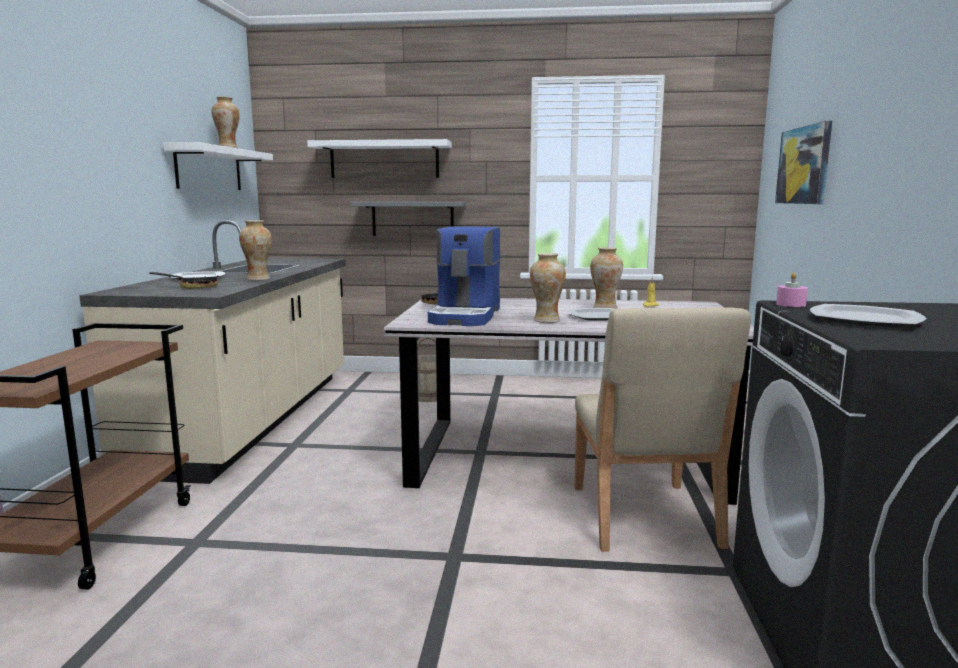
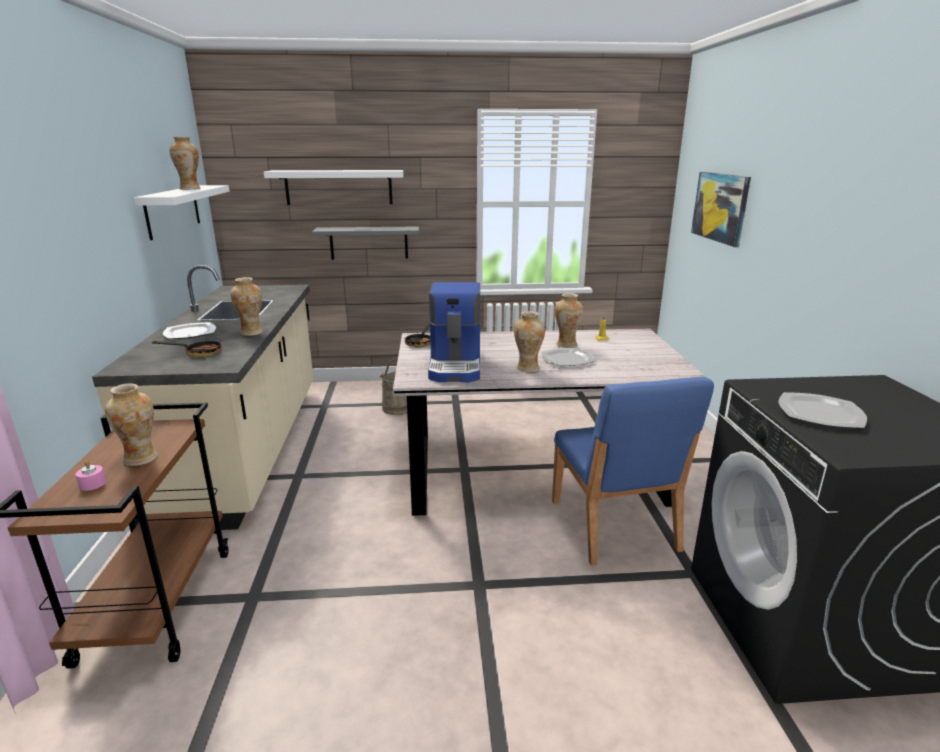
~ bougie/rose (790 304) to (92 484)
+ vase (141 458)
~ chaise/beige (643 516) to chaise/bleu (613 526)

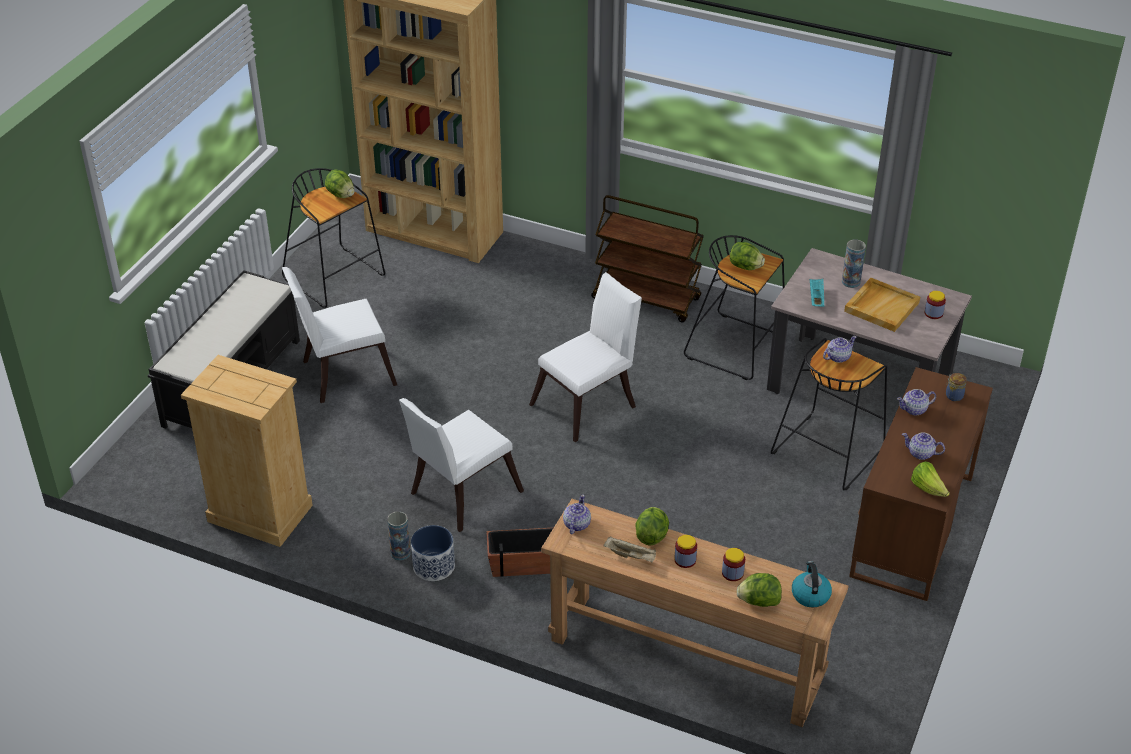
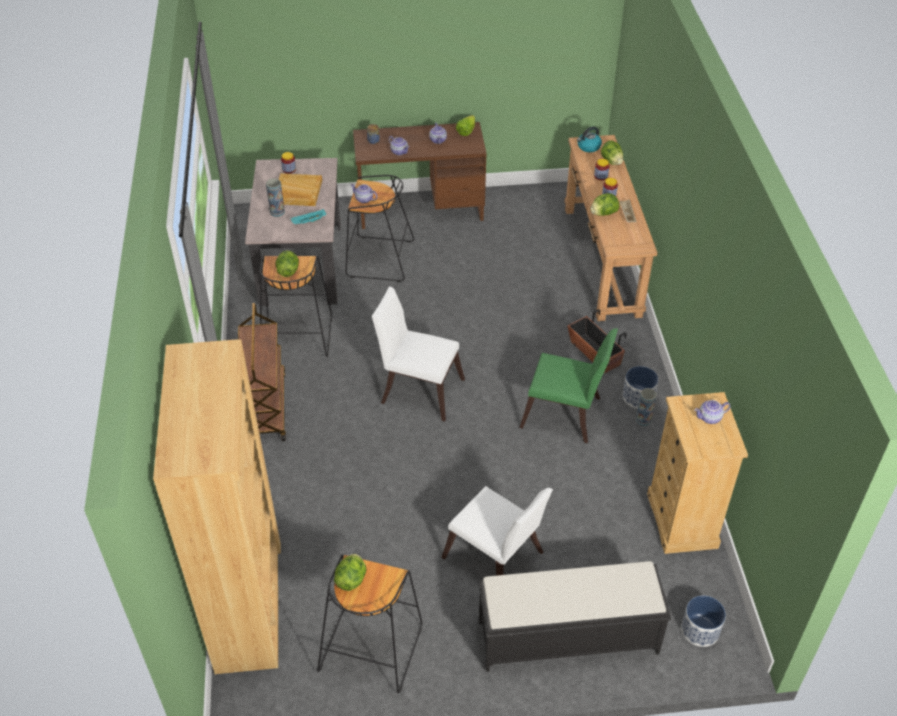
~ chaise/blanc (460 495) to chaise/vert (565 415)
+ cache-pot (700 630)
~ théière (576 524) to (710 418)

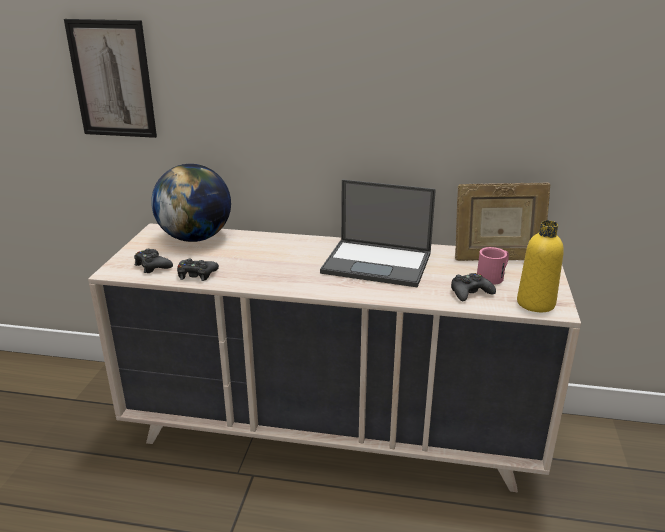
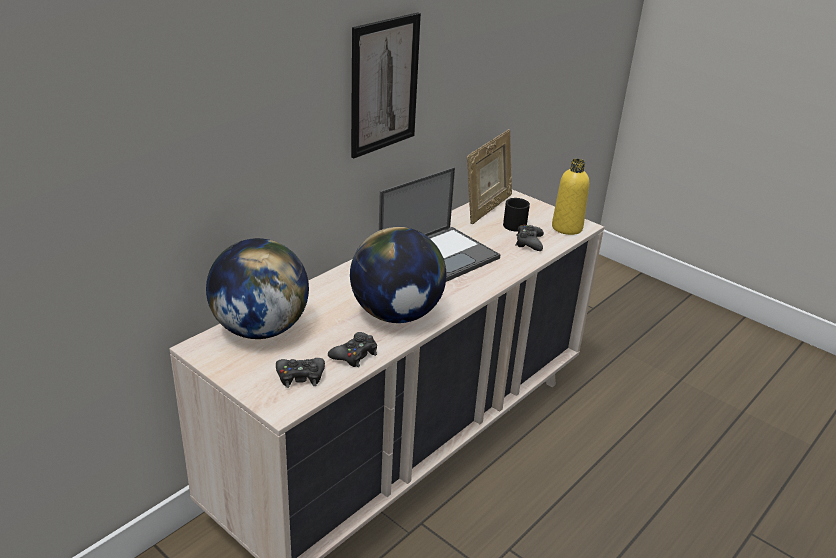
+ globe (396 314)
~ tableau (112 79) to (384 85)
~ mug/rose (493 276) to mug/noir (513 223)

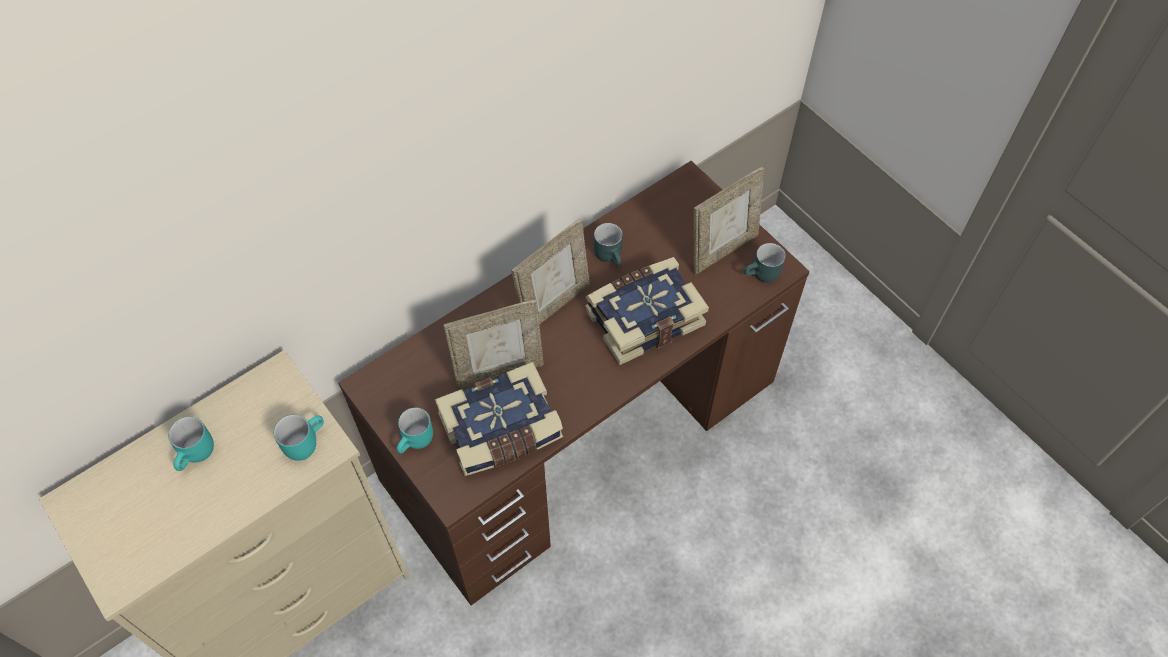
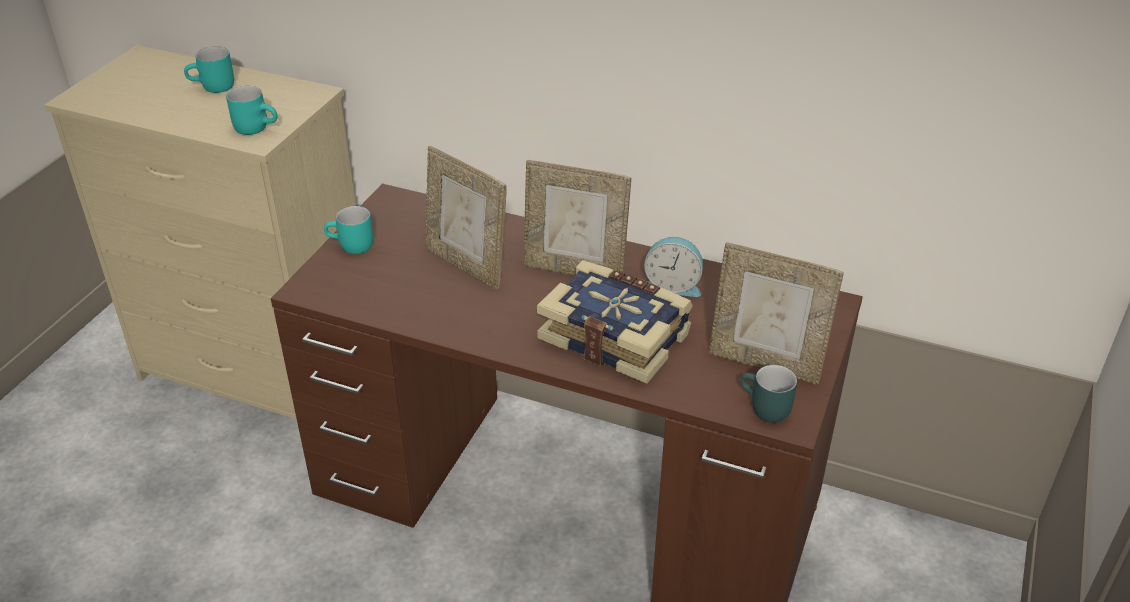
~ mug/turquoise (611 255) to réveil (672 285)
- livre (502 431)

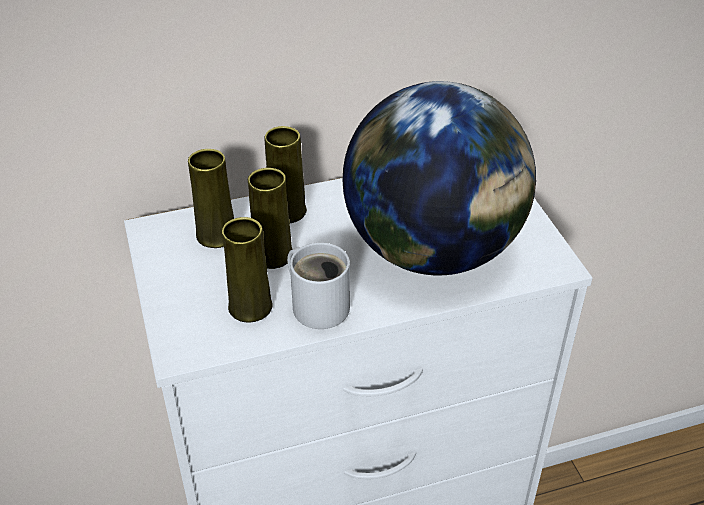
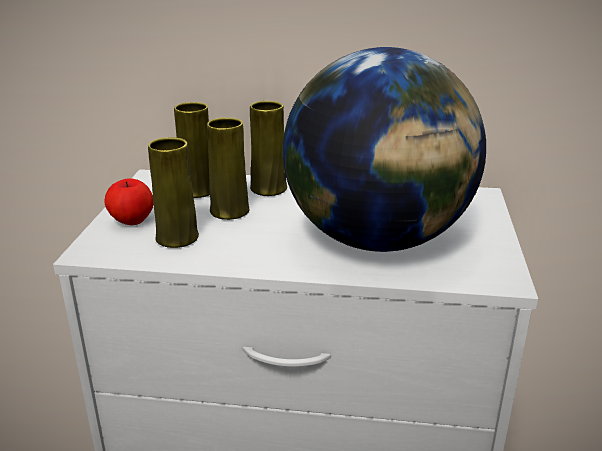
+ pomme (132 221)
- mug/blanc (319 304)

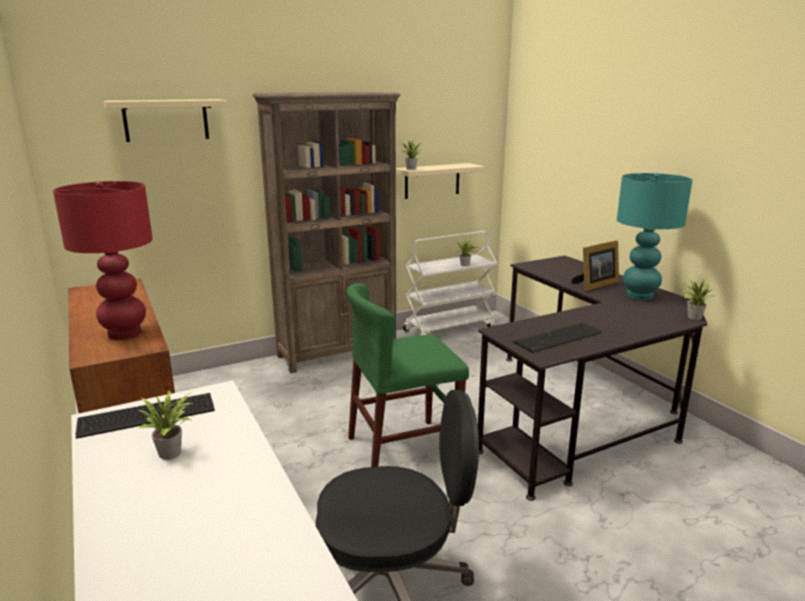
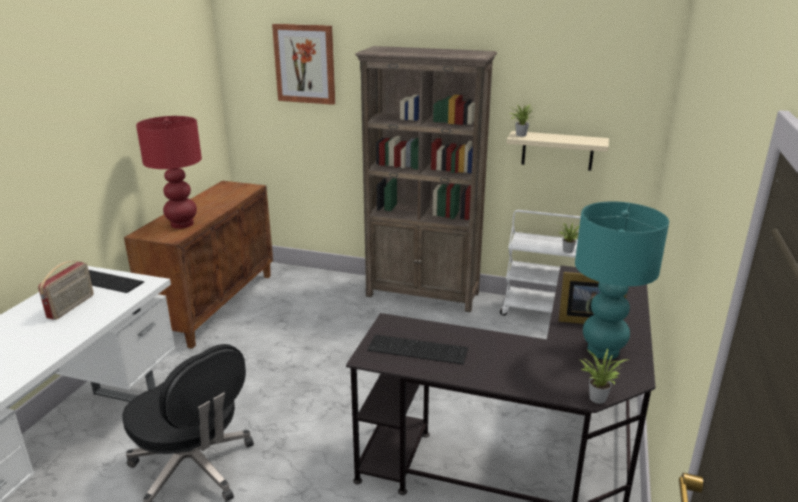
~ plante en pot (173 452) to radio (71 306)
~ étagère/beige (166 120) to tableau (305 64)
- chaise/vert (403 449)

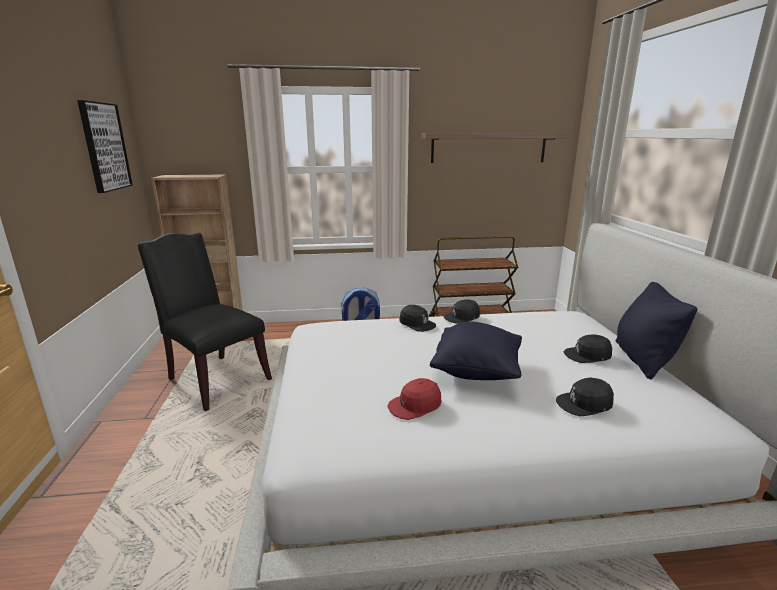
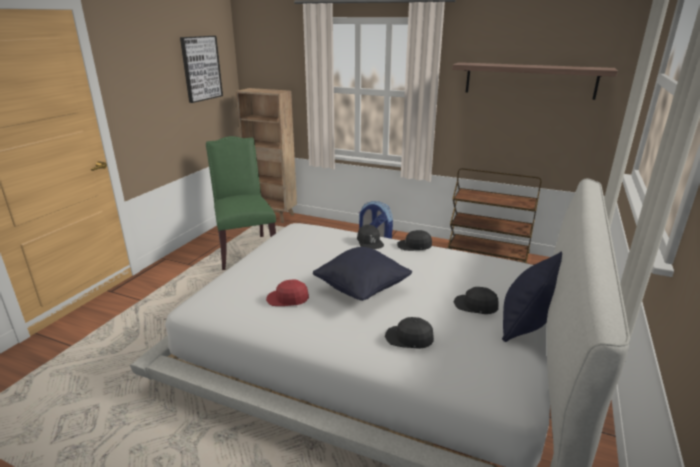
~ chaise/noir (214 379) to chaise/vert (245 250)

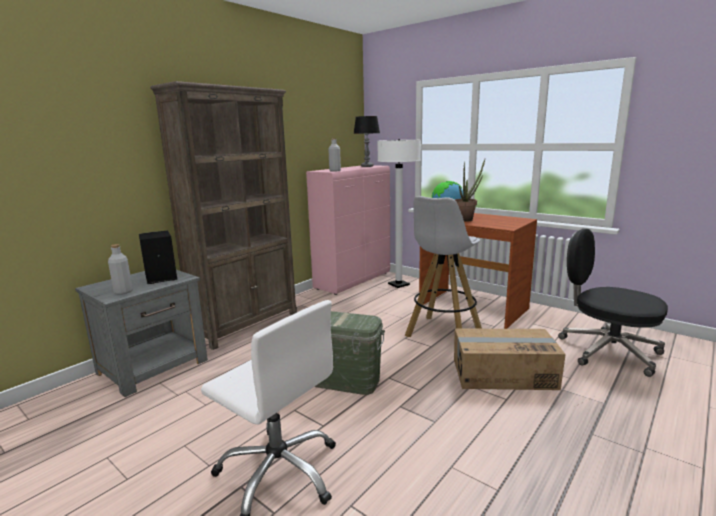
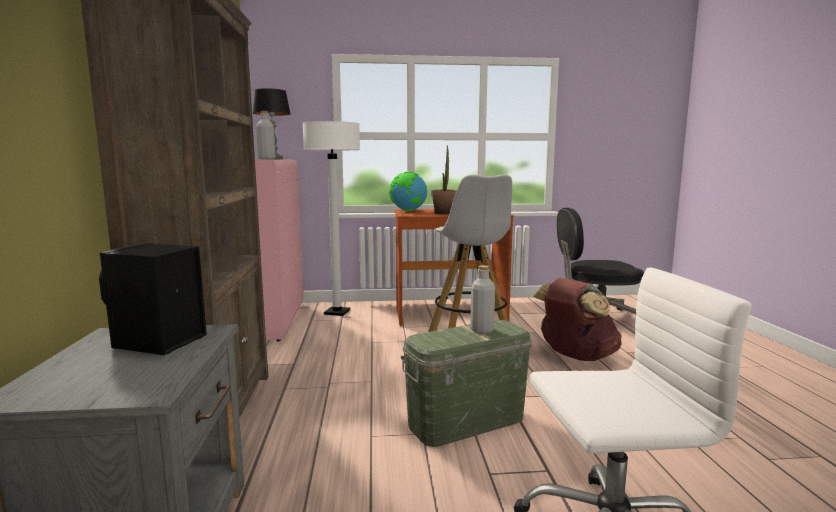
~ bouteille/gris (123 292) to (482 330)
~ carton (503 374) to sac à dos/marron (575 356)

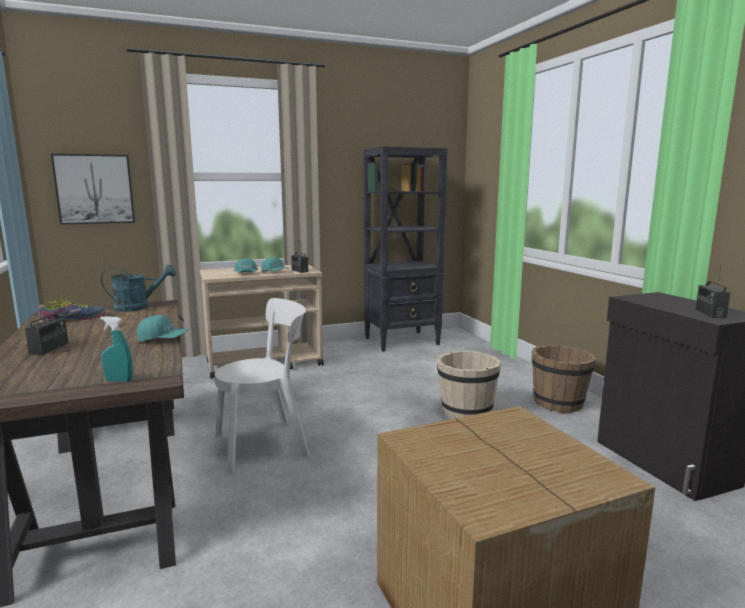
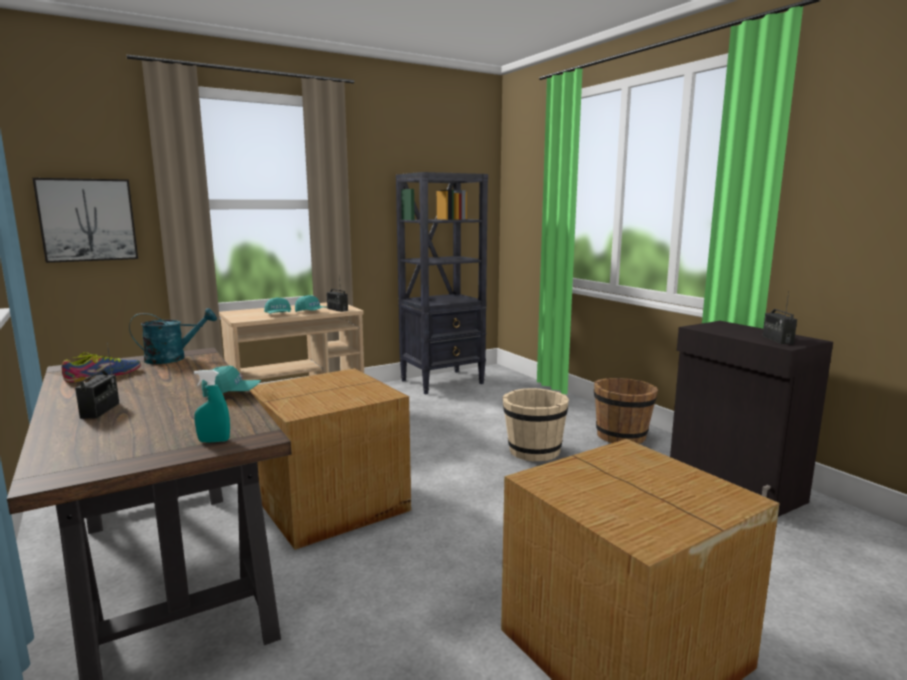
~ chaise/blanc (266 444) to carton (333 503)

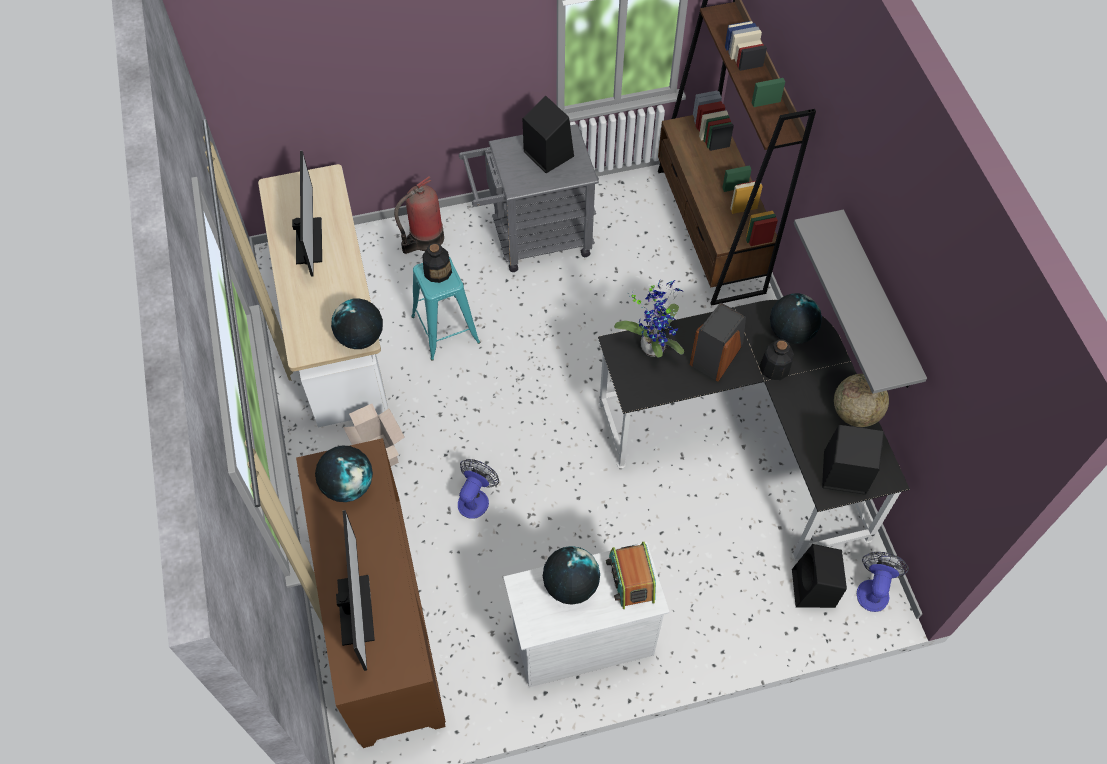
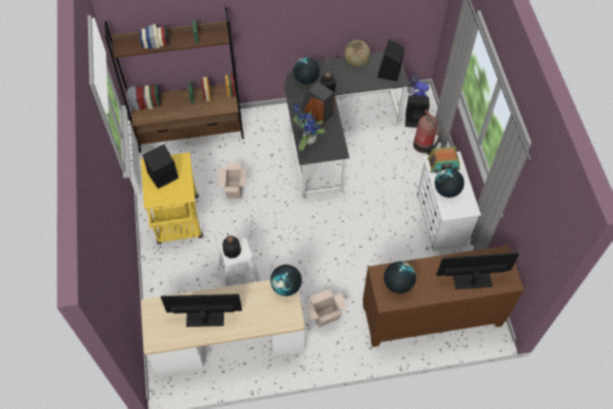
~ chariot/gris (532 239) to chariot/jaune (179 224)
+ carton (234 189)
~ tabouret/turquoise (445 329) to tabouret/blanc (239 277)
~ extincteur (425 239) to (424 146)
- ventilateur (475 498)
- étagère/gris (878 302)

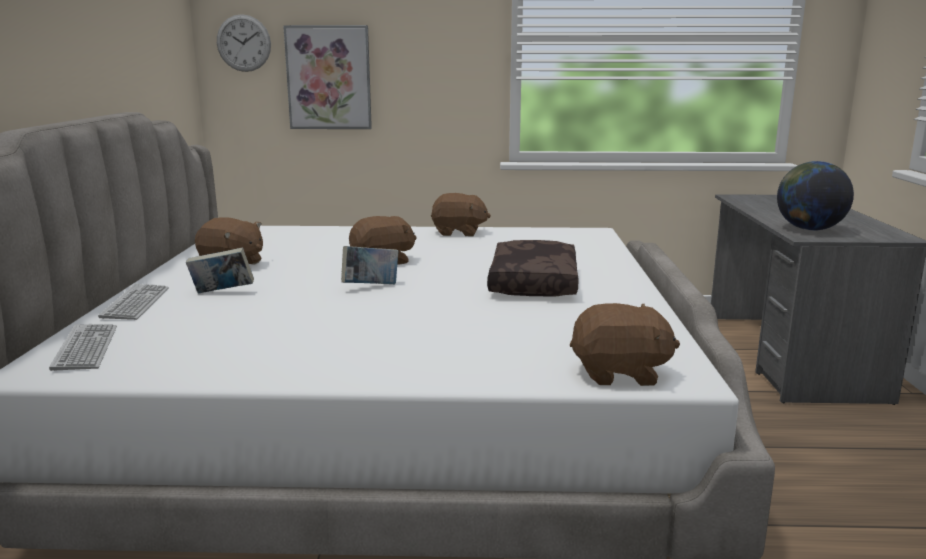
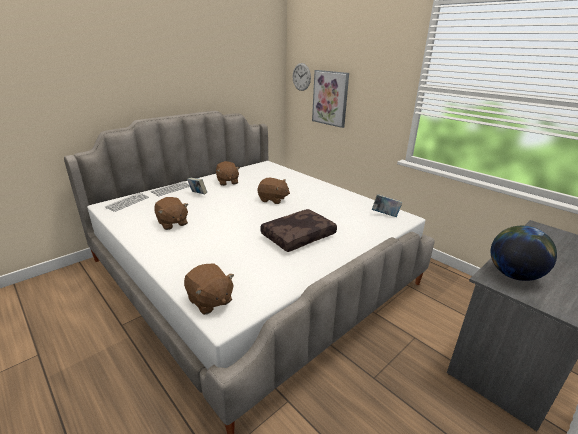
~ peluche/marron (459 233) to (172 223)
~ livre (370 287) to (385 215)

